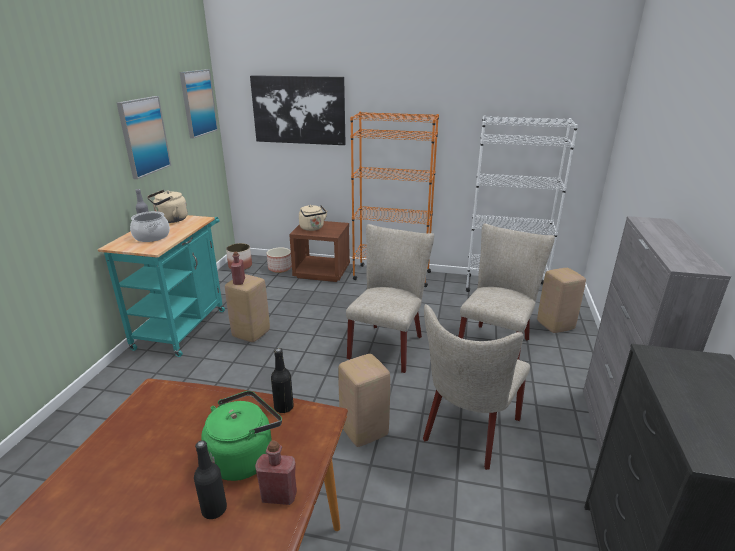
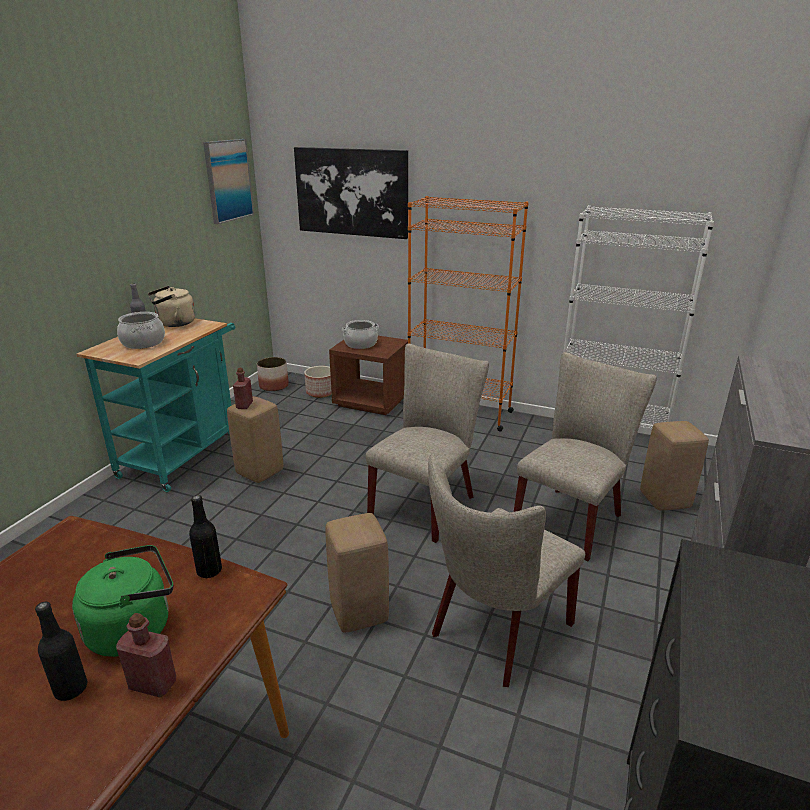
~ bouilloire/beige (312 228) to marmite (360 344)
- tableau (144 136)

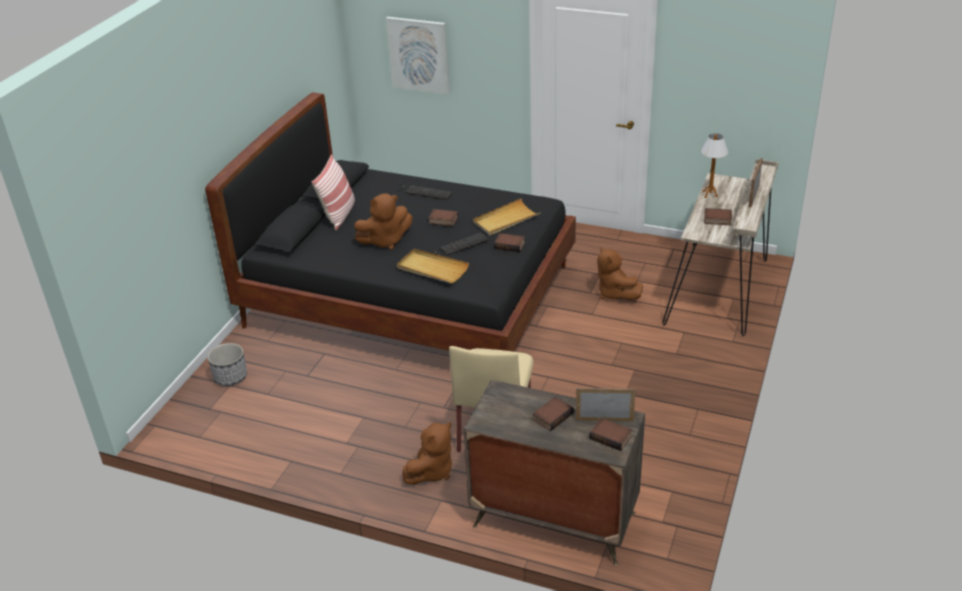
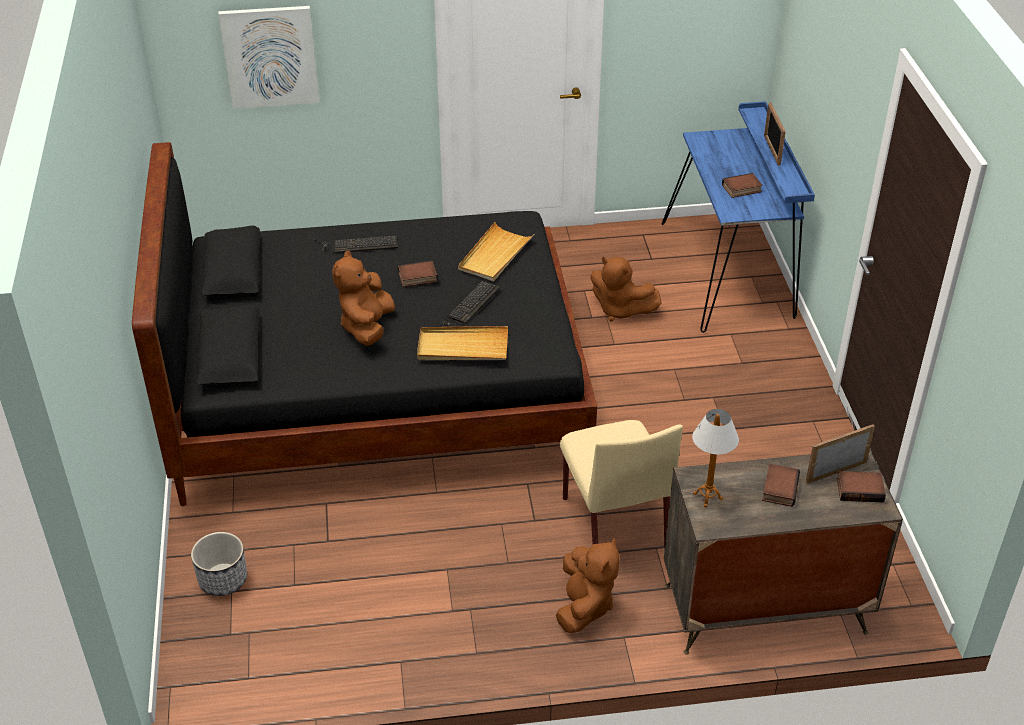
~ peluche/marron (385 241) = (367 327) 150 degrees clockwise
~ bureau/beige (720 290) to bureau/bleu (730 271)
~ lampe de table (710 194) to (708 496)
- coussin (339 215)
- livre (510 245)

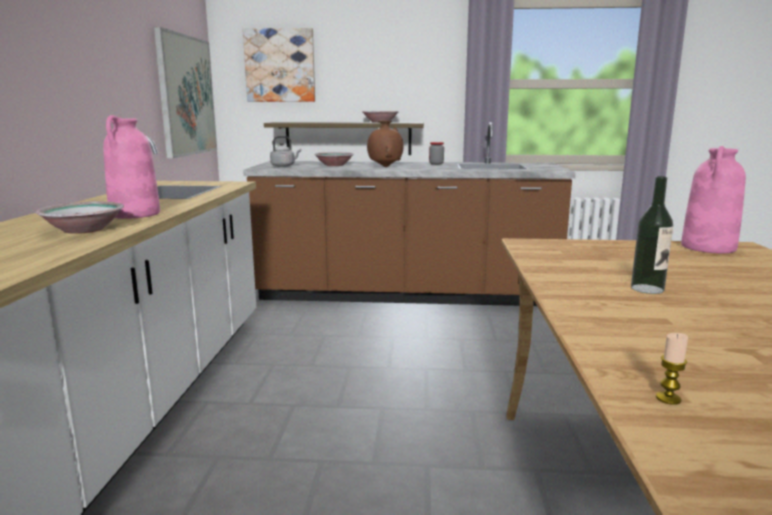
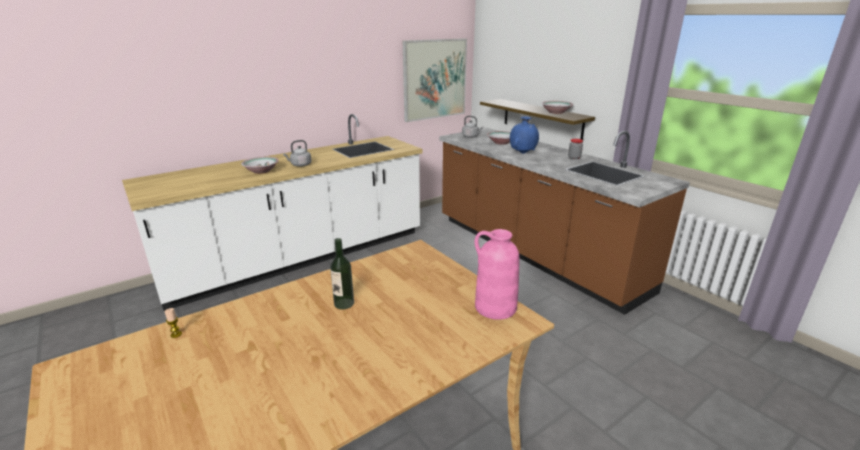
~ vase/rose (135 214) to bouilloire/gris (300 165)
~ vase/marron (385 167) to vase/bleu (522 153)
- tableau (280 65)

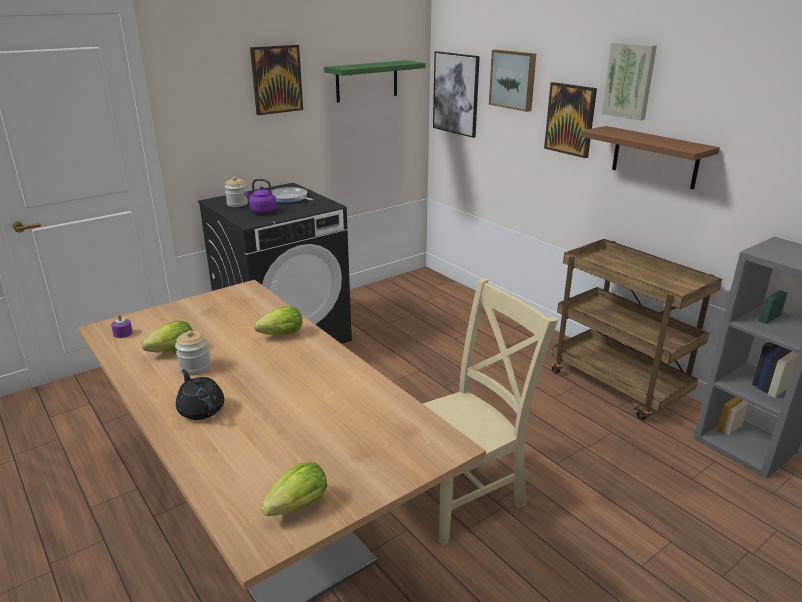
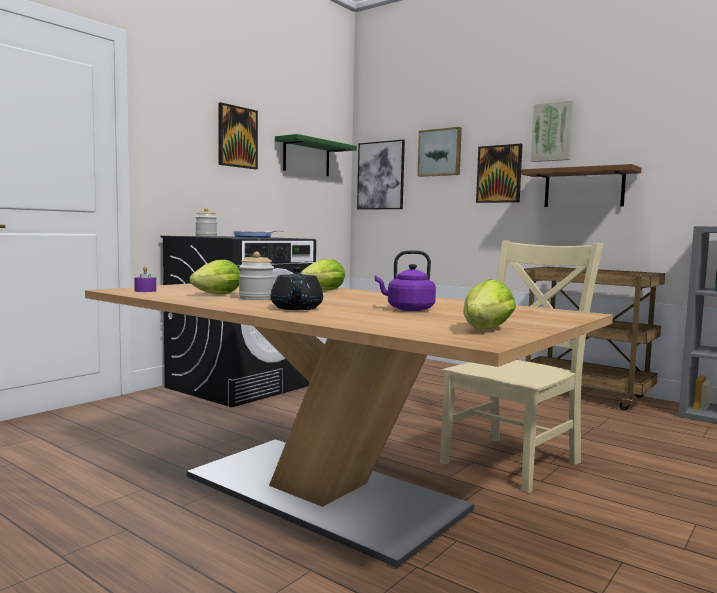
~ théière/noir (201 409) = (297 308) 45 degrees clockwise
~ bouilloire/violet (261 211) to (408 309)

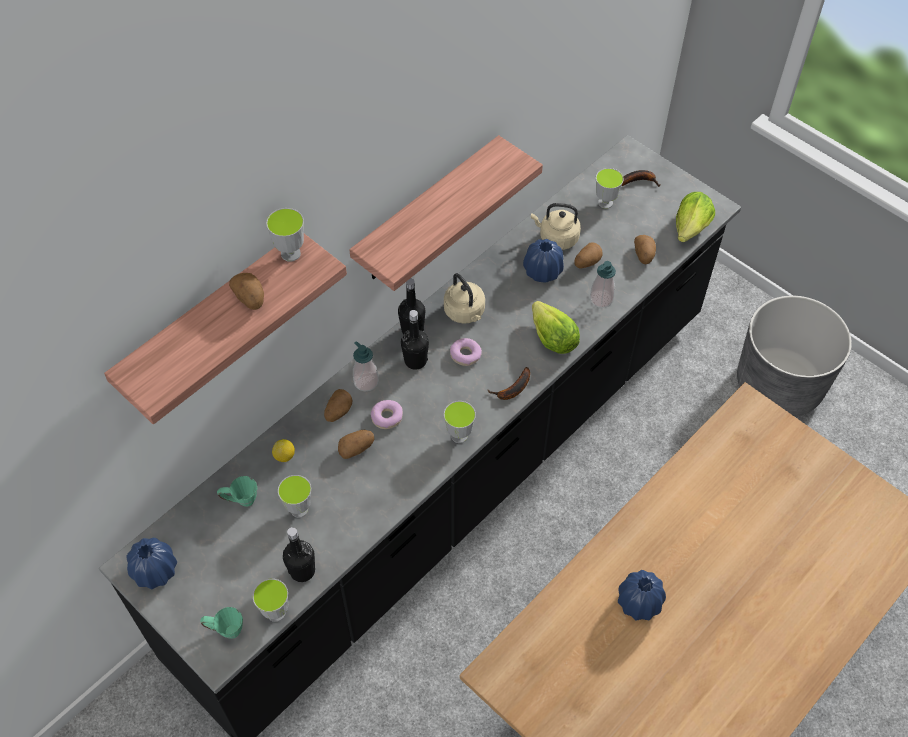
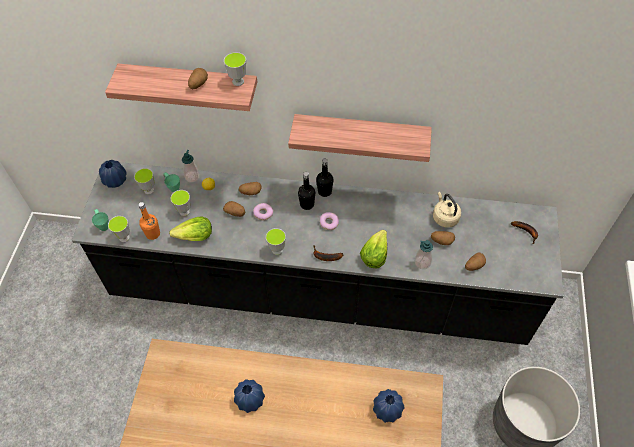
~ tasse (605 203) to (149 190)
~ bouteille/noir (302 571) to bouteille/orange (153 234)
~ laitue (691 228) to (194 237)
~ distributeur de savon (366 382) to (192 177)
~ vase/bleu (542 271) to (387 409)
- bouilloire/beige (465 313)

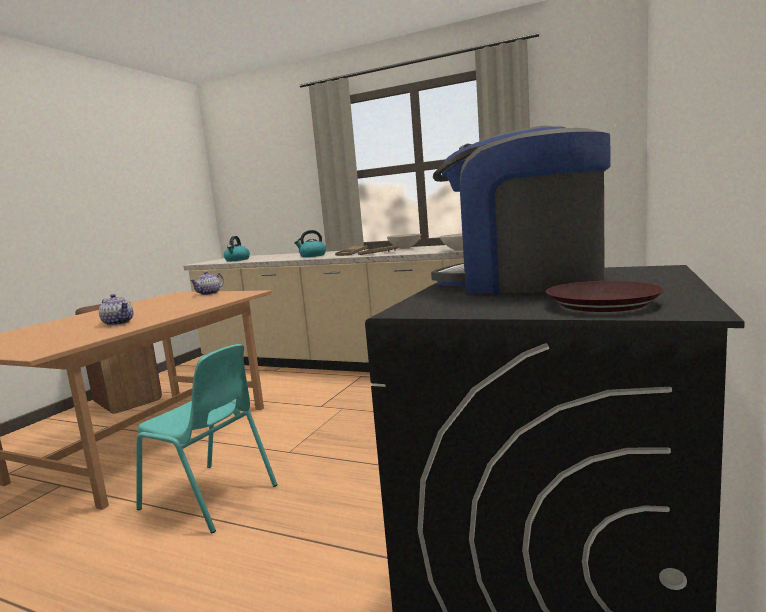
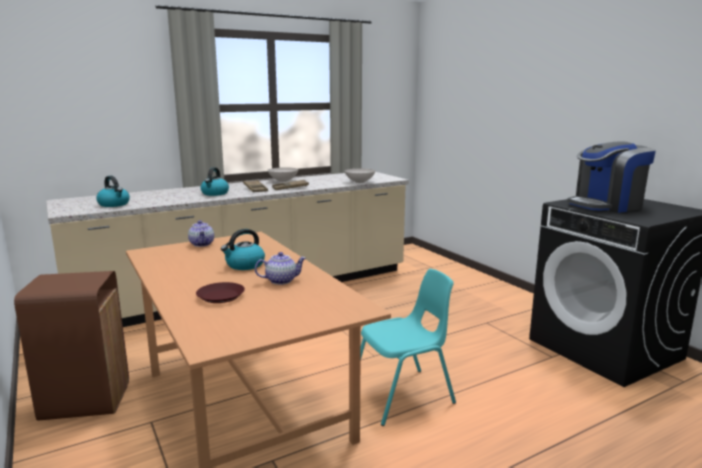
~ assiette/marron (602 304) to (221 297)
+ bouilloire (244 265)

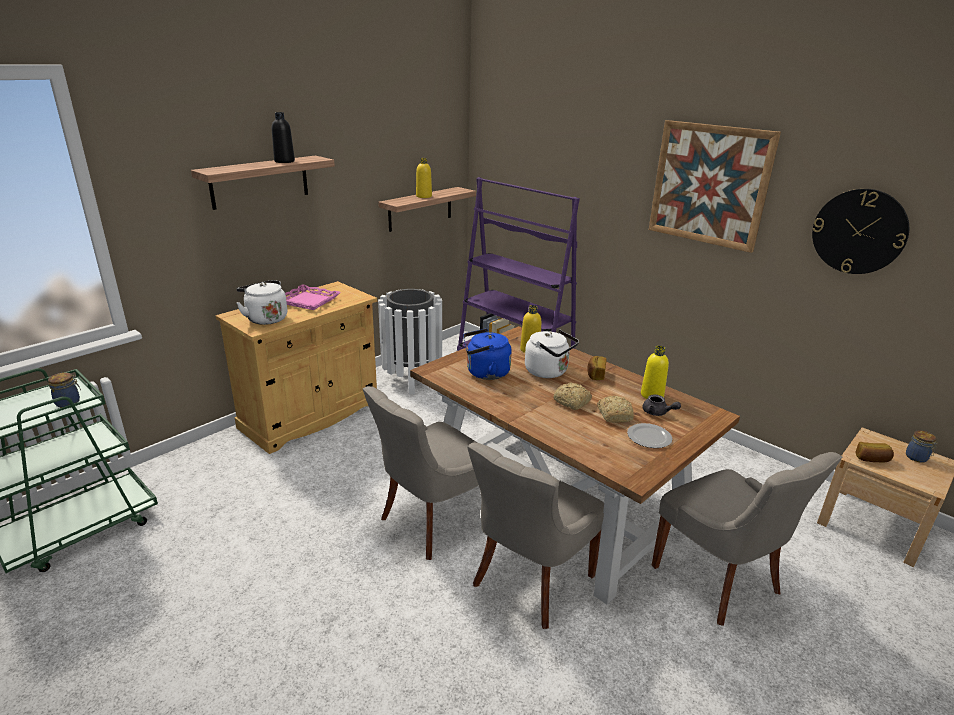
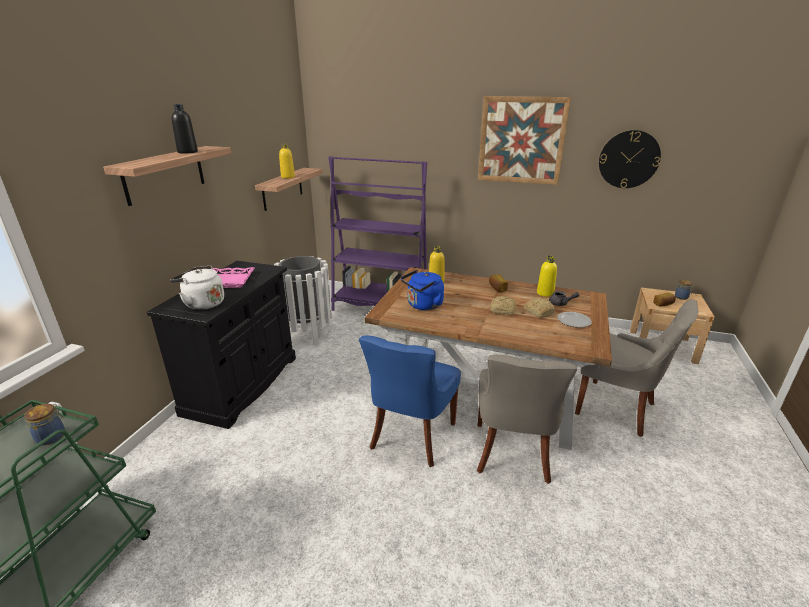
~ meuble de rangement/beige (311 415) to meuble de rangement/noir (242 385)
~ chaise/gris (432 521) to chaise/bleu (411 436)
- bouilloire/blanc (549 372)

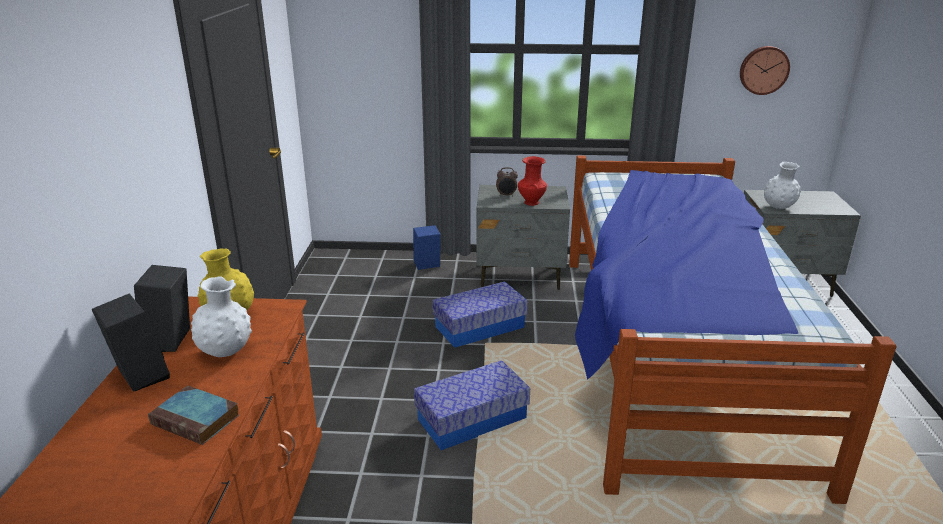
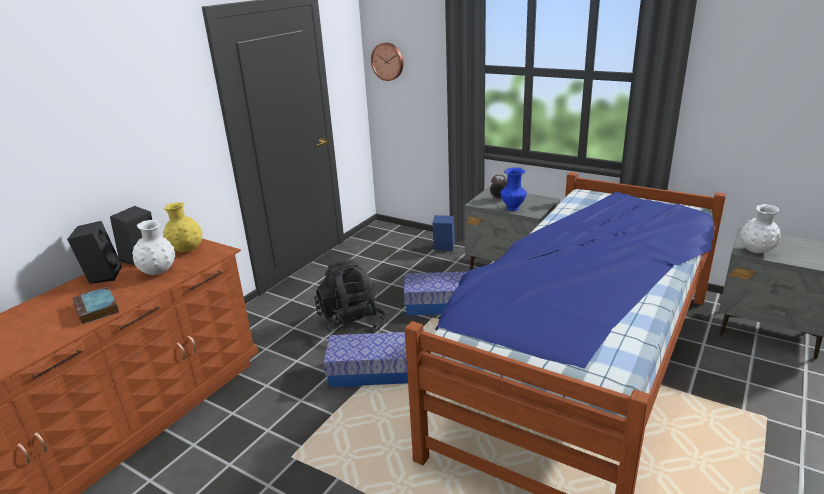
+ sac à dos/noir (351 324)
~ horloge murale (763 70) to (388 61)
~ vase/rouge (531 202) to vase/bleu (513 208)

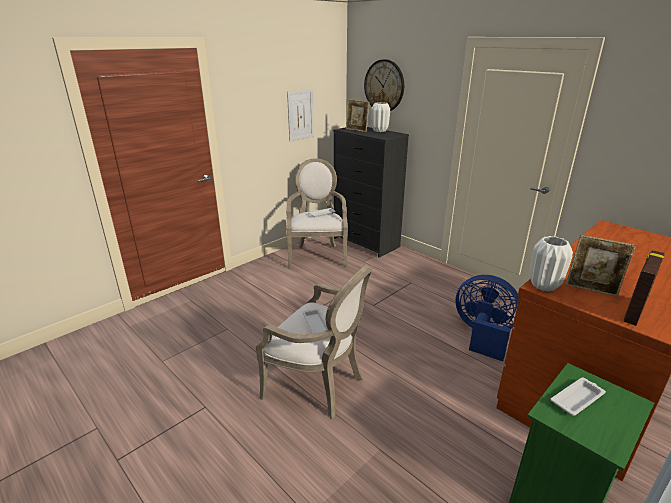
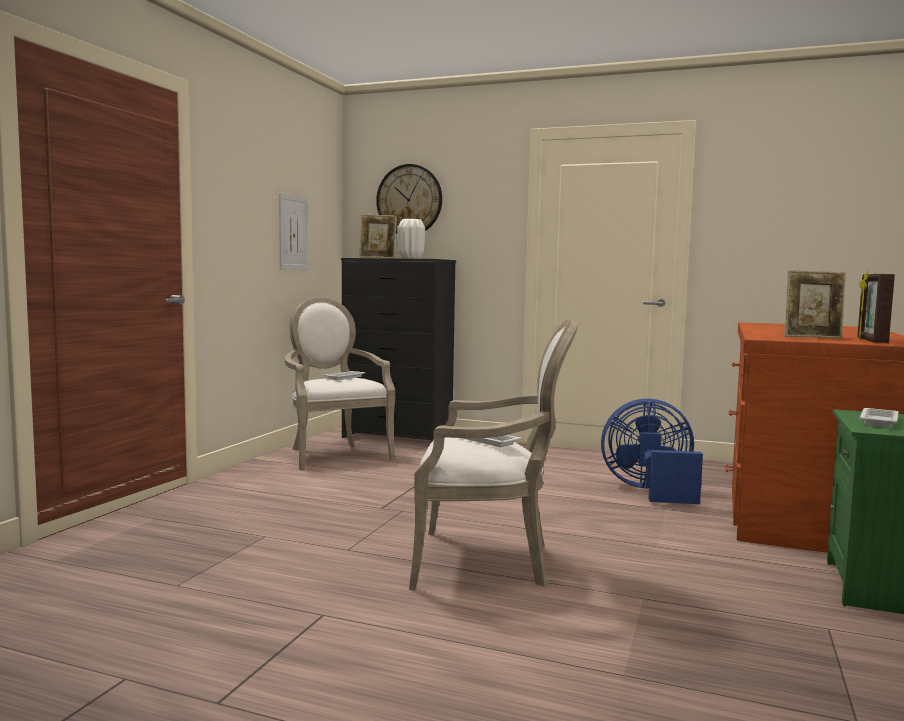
- vase/blanc (544 286)

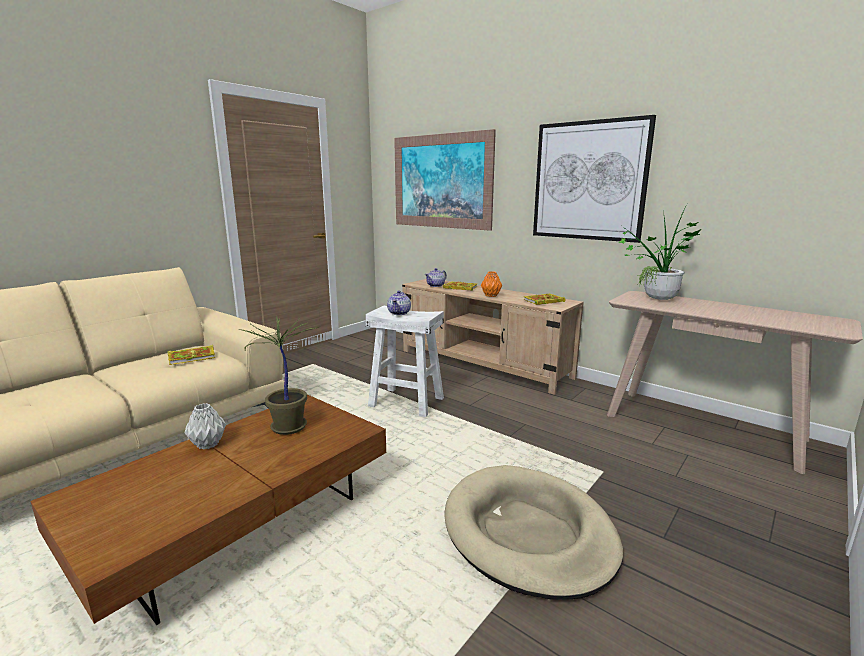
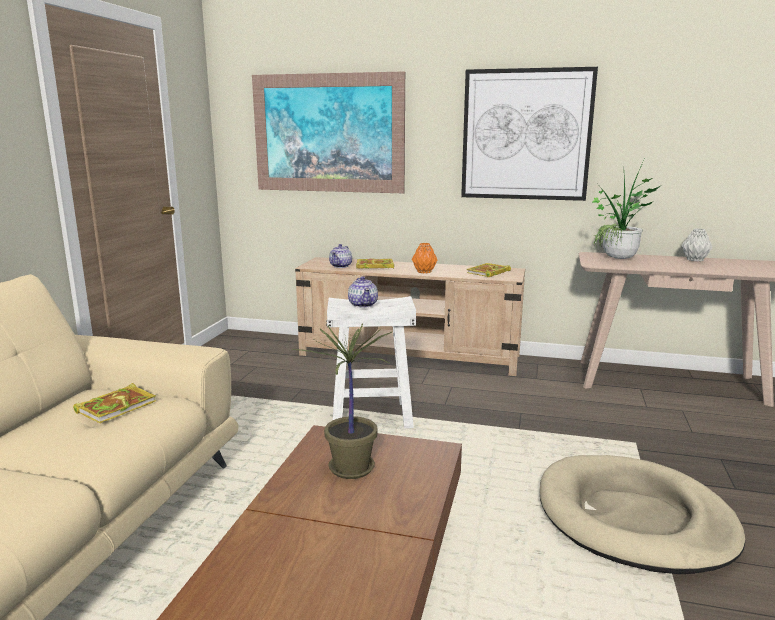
~ vase/gris (207 445) to (695 260)

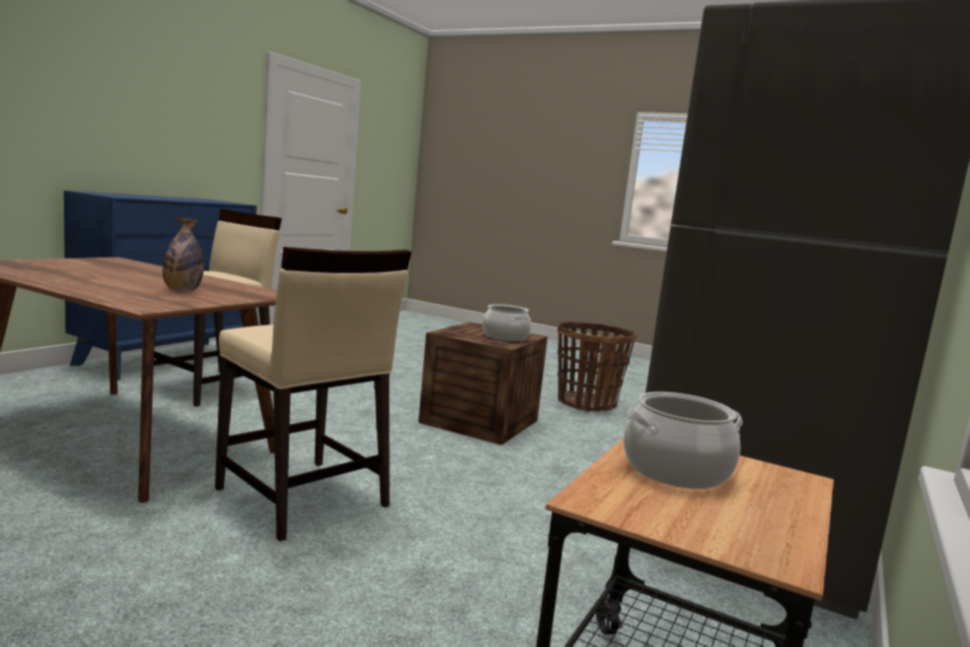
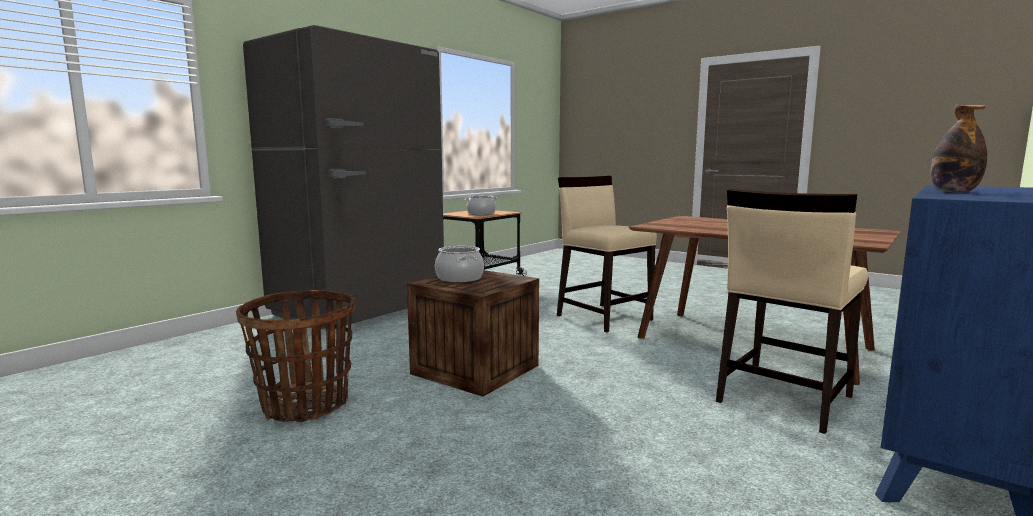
~ bouteille (182 291) to (953 192)

